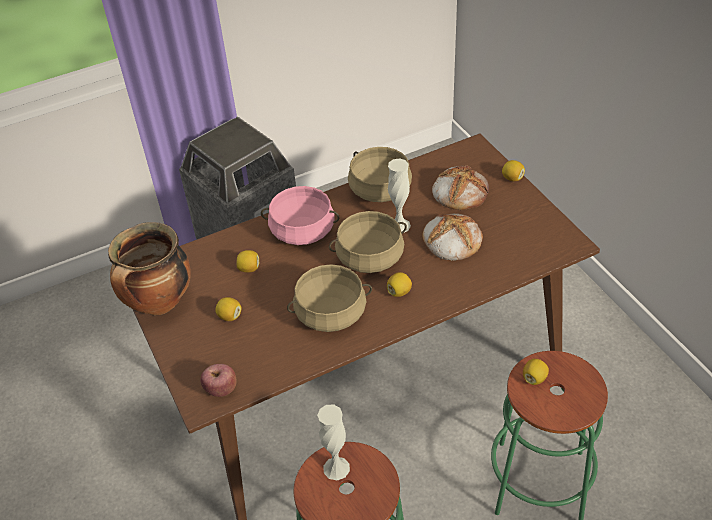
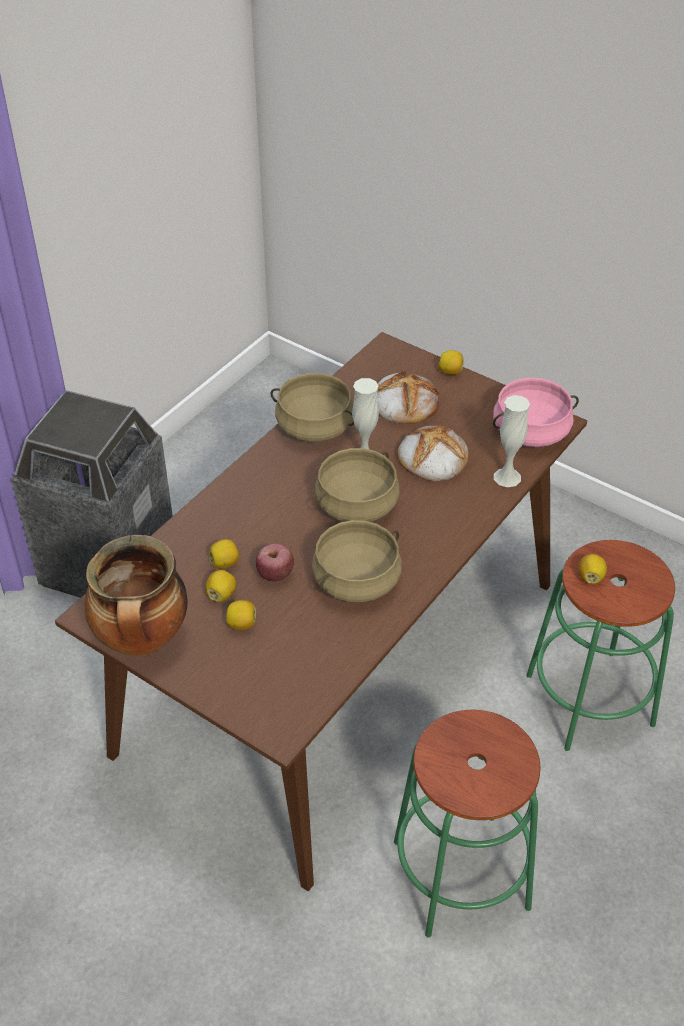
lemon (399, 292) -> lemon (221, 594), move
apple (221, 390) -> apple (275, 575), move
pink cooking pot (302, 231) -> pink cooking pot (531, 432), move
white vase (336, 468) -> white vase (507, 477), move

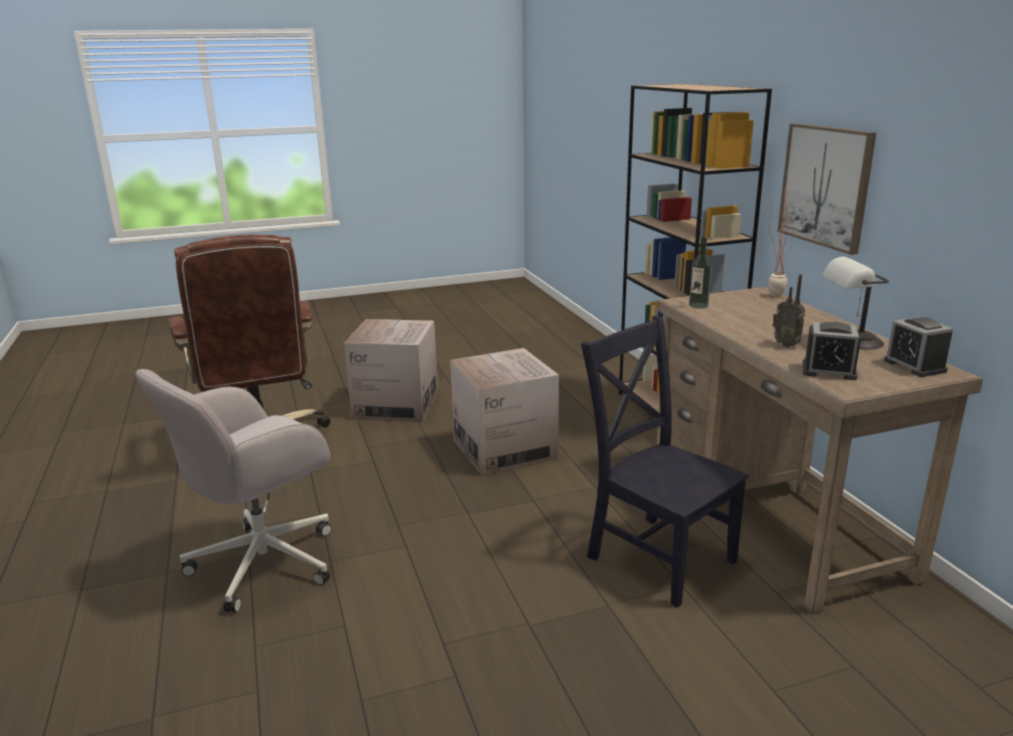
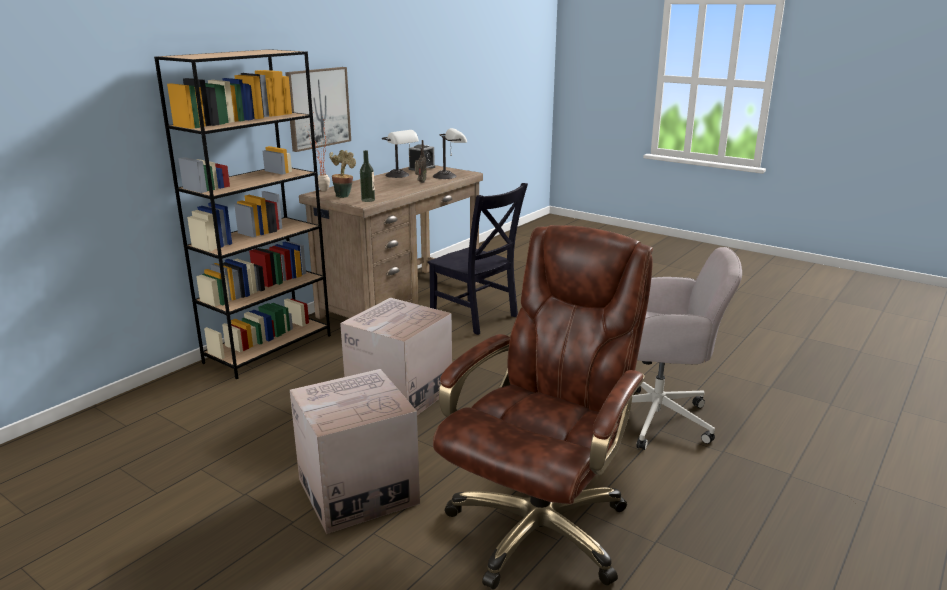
none -> potted plant (344, 195)
black chair (656, 556) -> black chair (476, 317), 60 degrees counterclockwise
alarm clock (829, 371) -> table lamp (449, 175)

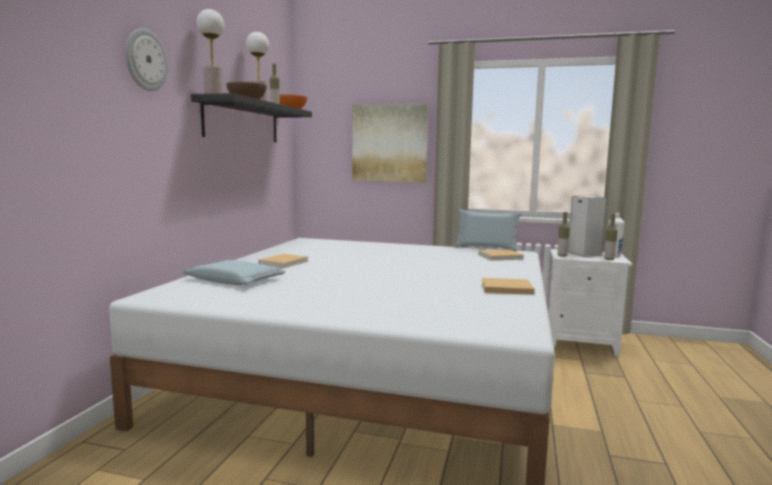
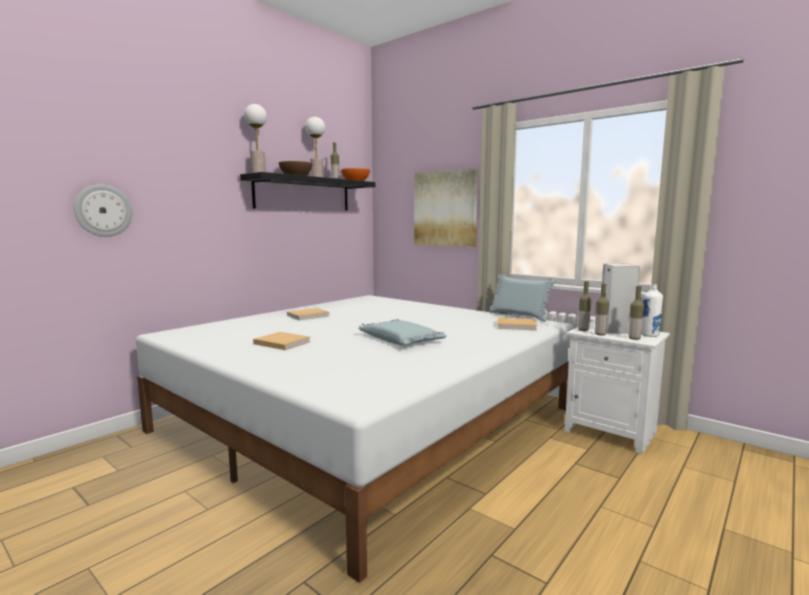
wall clock (145, 60) -> wall clock (103, 210), move
beige book (504, 288) -> beige book (281, 342), move
blue pillow (234, 279) -> blue pillow (401, 339), move
none -> bottle (600, 334)

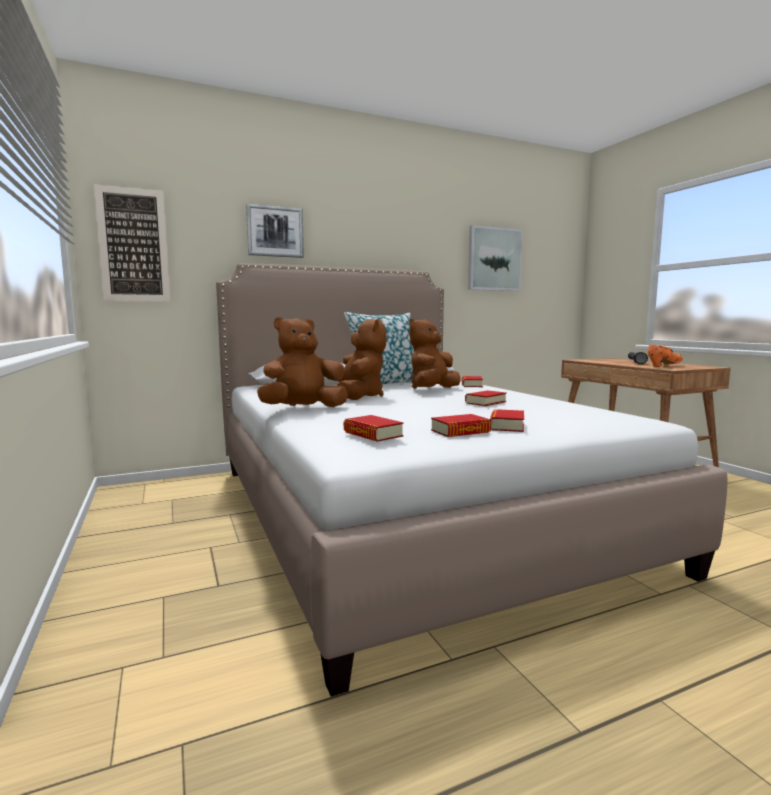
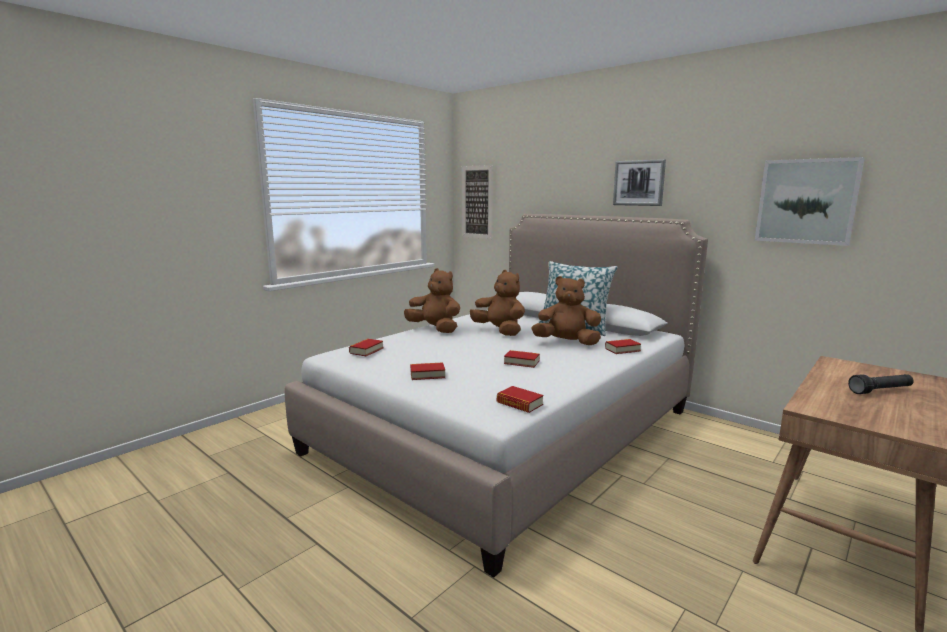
brown plush toy (359, 396) -> brown plush toy (500, 331), 105 degrees counterclockwise
book (460, 431) -> book (519, 403), move
picture (275, 232) -> picture (639, 183), move
orange shoe (664, 366) -> none

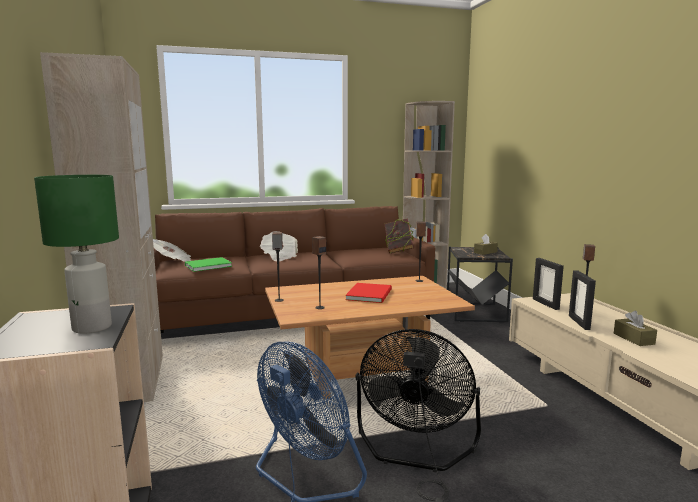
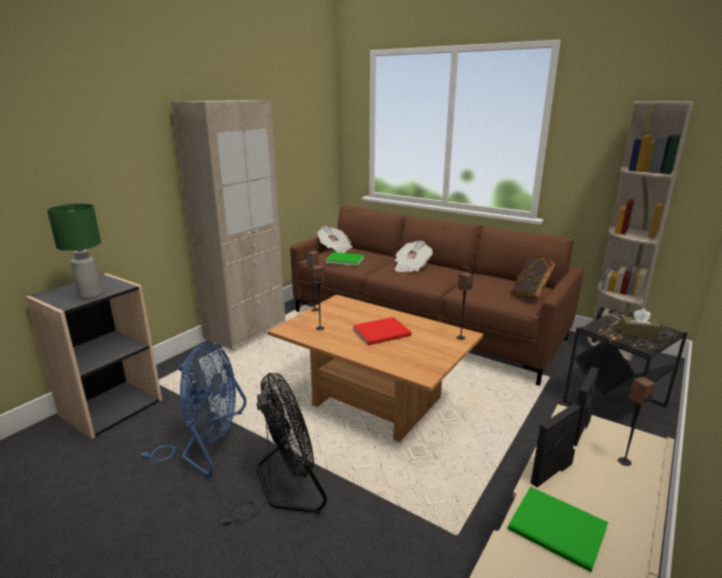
brown tissue box (633, 338) -> green book (559, 532)

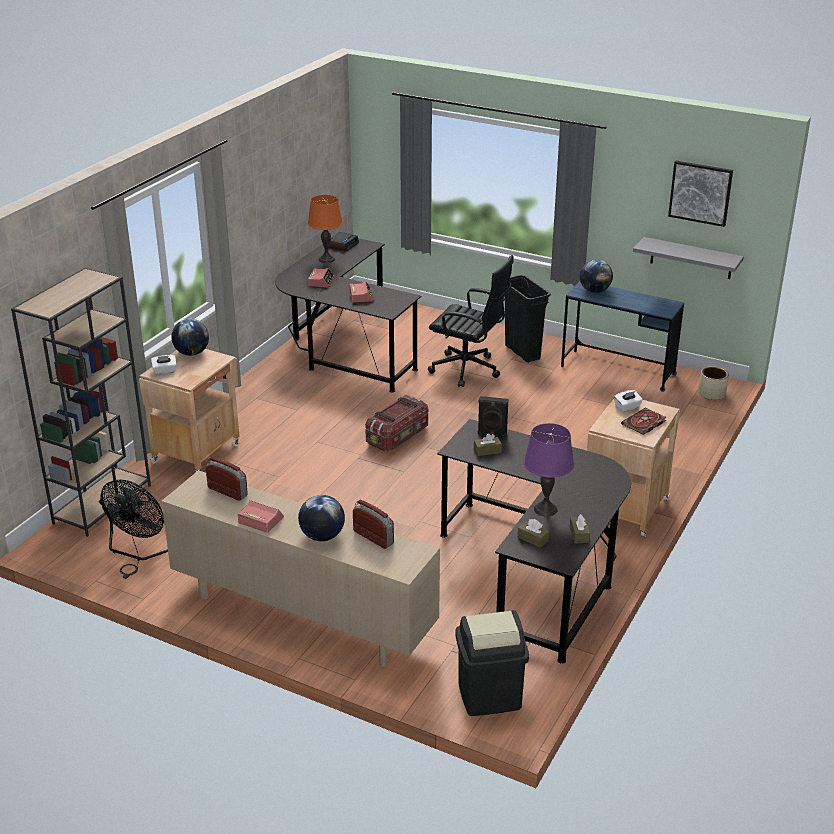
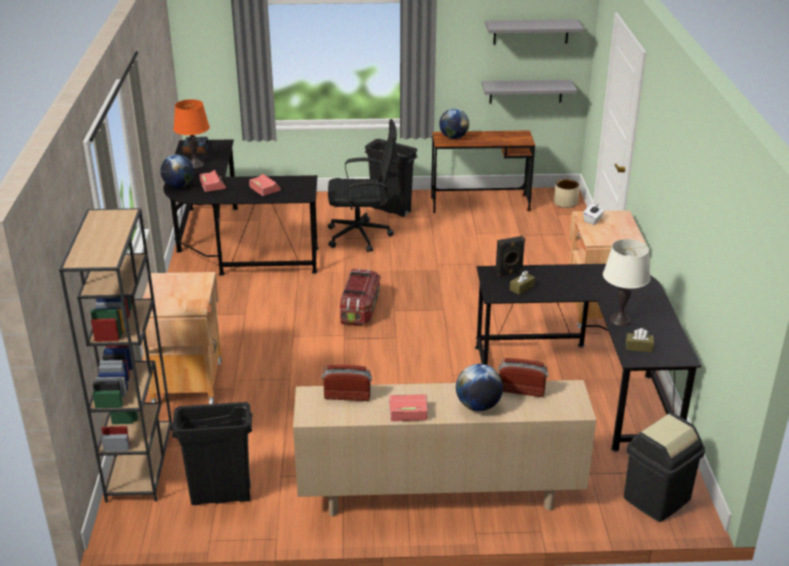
globe (191, 353) -> globe (178, 186), move
black fan (135, 550) -> black trash can (220, 496)
blue desk (618, 370) -> brown desk (480, 204)
picture (700, 193) -> grey shelf (531, 31)
purple table lamp (545, 509) -> white table lamp (620, 320)
white tissue box (164, 371) -> none
brown tissue box (579, 534) -> none
book (643, 423) -> none

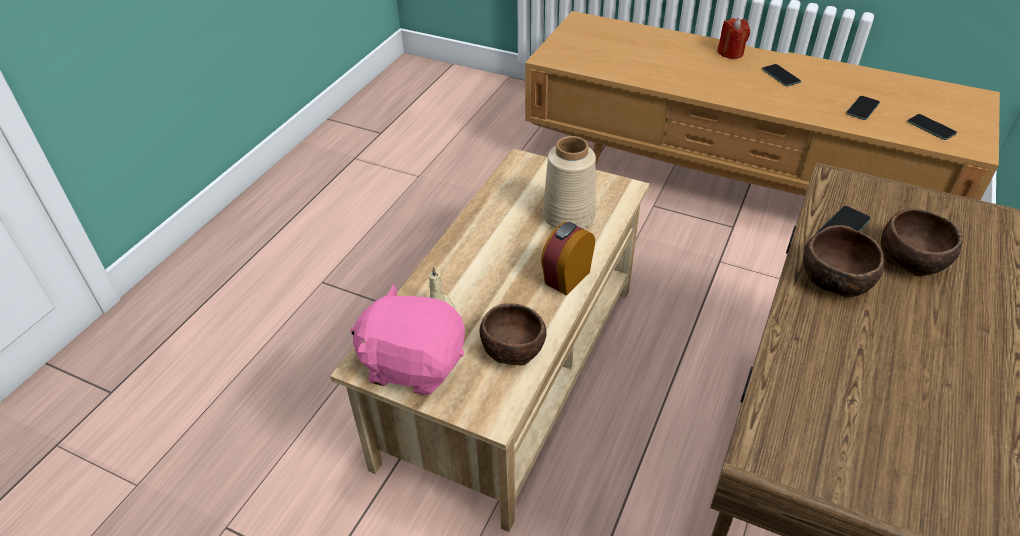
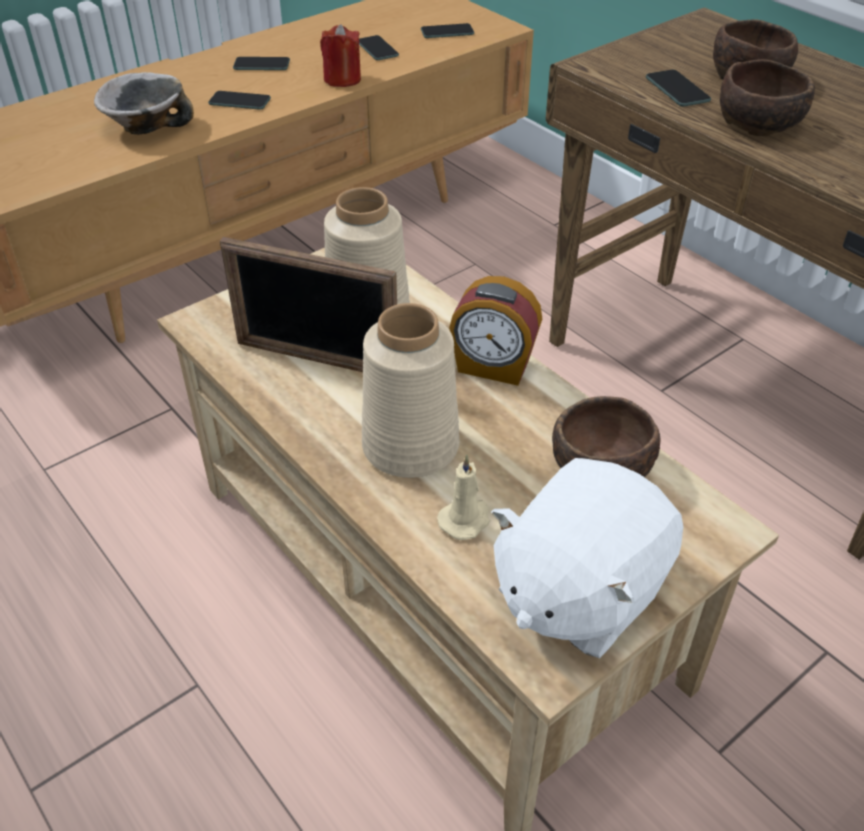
none -> bowl (145, 127)
none -> phone (239, 101)
none -> picture frame (316, 360)
red candle (730, 52) -> red candle (342, 79), move
none -> beige vase (412, 445)
alarm clock (566, 277) -> alarm clock (493, 367), 45 degrees counterclockwise
pink plush toy (413, 364) -> white plush toy (578, 591)

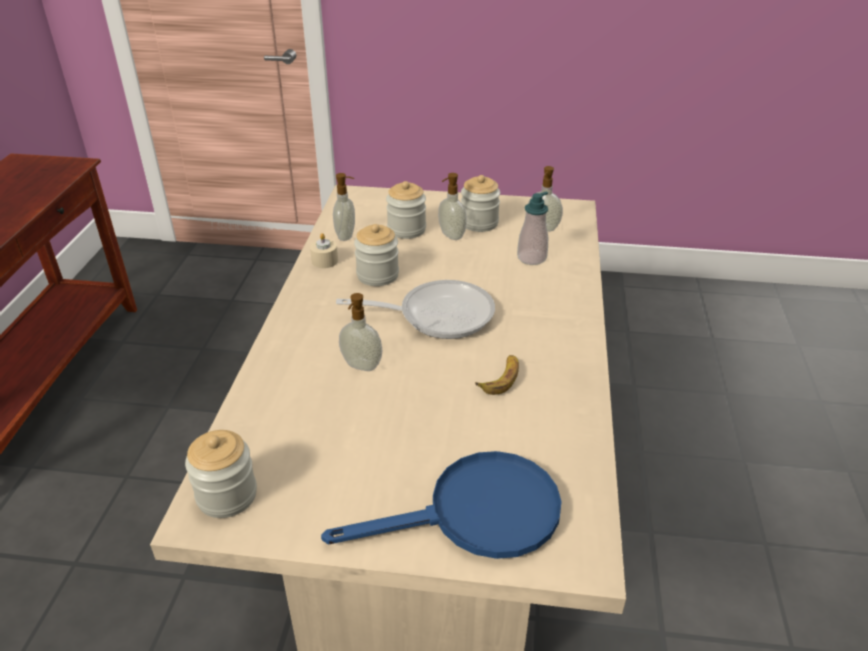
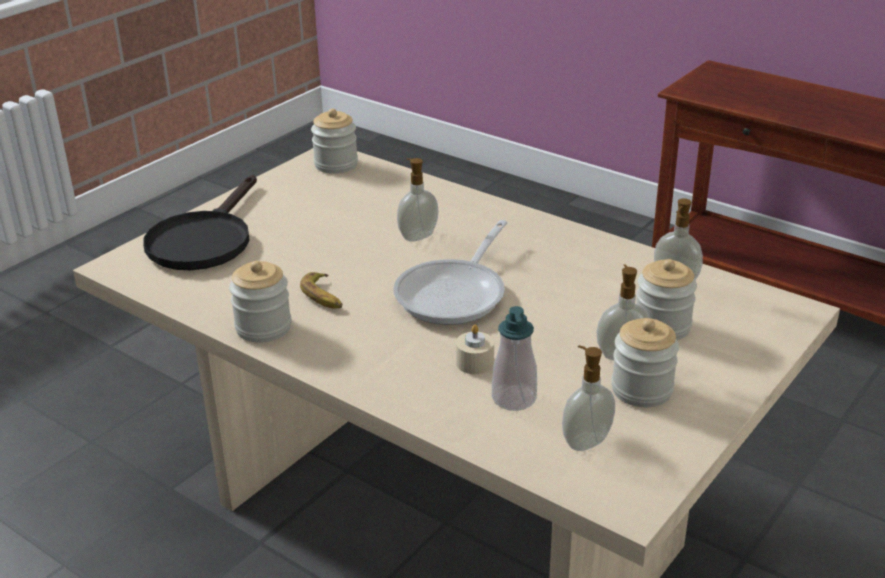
blue frying pan (476, 515) -> black frying pan (204, 239)
jar (377, 275) -> jar (263, 327), move
beige candle (324, 261) -> beige candle (474, 362), move

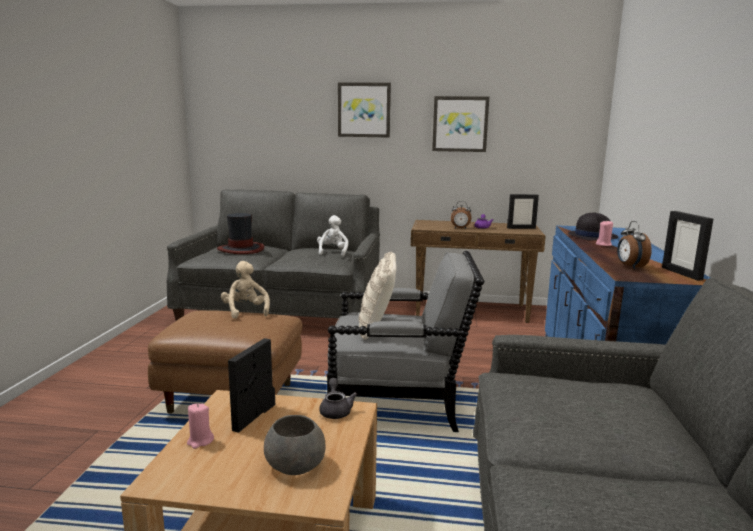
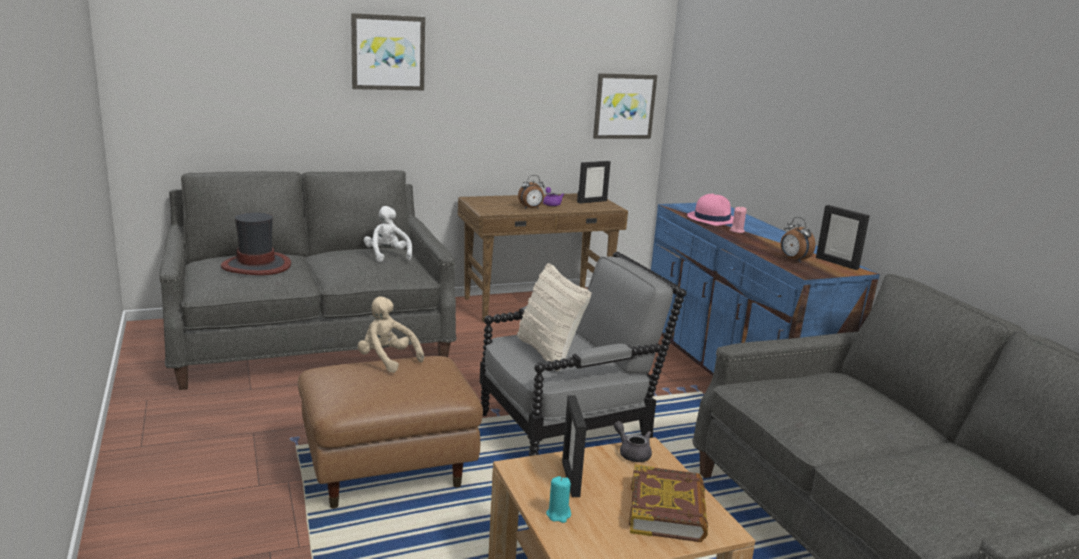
pink candle (200, 441) -> turquoise candle (558, 515)
picture (460, 124) -> picture (624, 106), move
grey bowl (296, 465) -> book (667, 510)
black hat (592, 236) -> pink hat (711, 219)

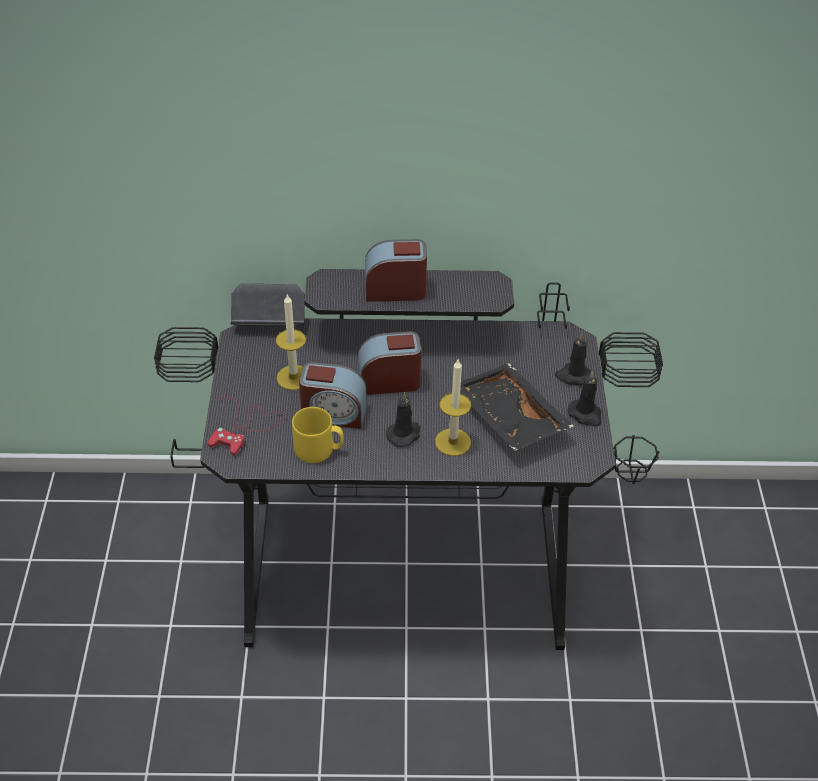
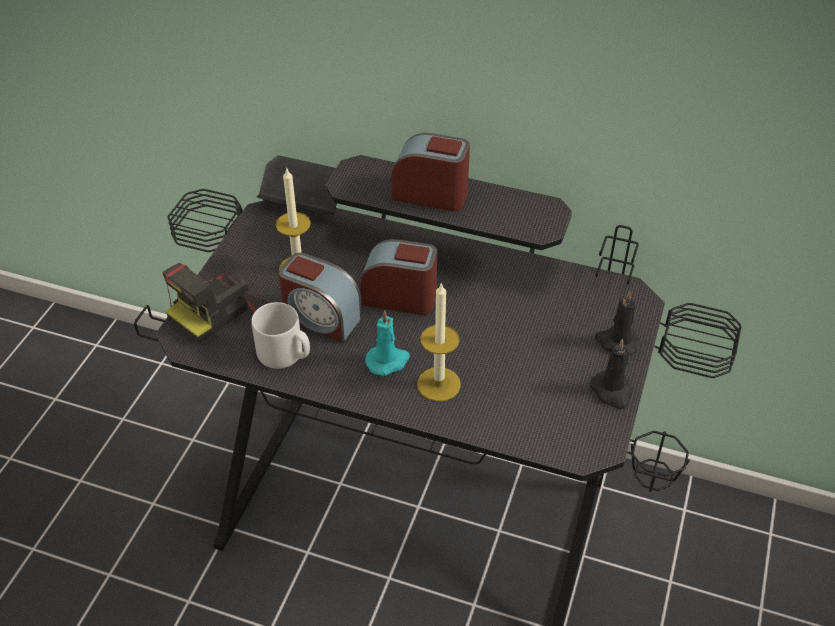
red game controller (245, 427) -> photo camera (220, 310)
yellow mug (319, 450) -> grey mug (285, 355)
black candle (404, 434) -> turquoise candle (388, 361)
black tray (507, 418) -> none

